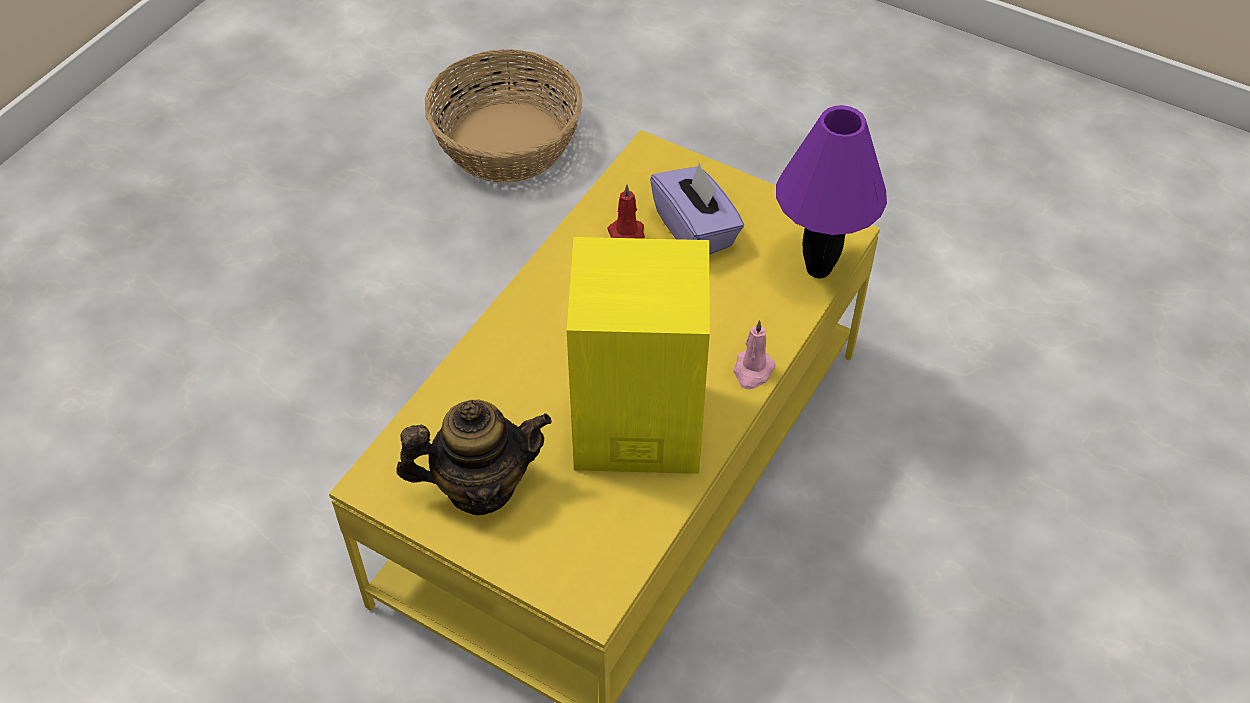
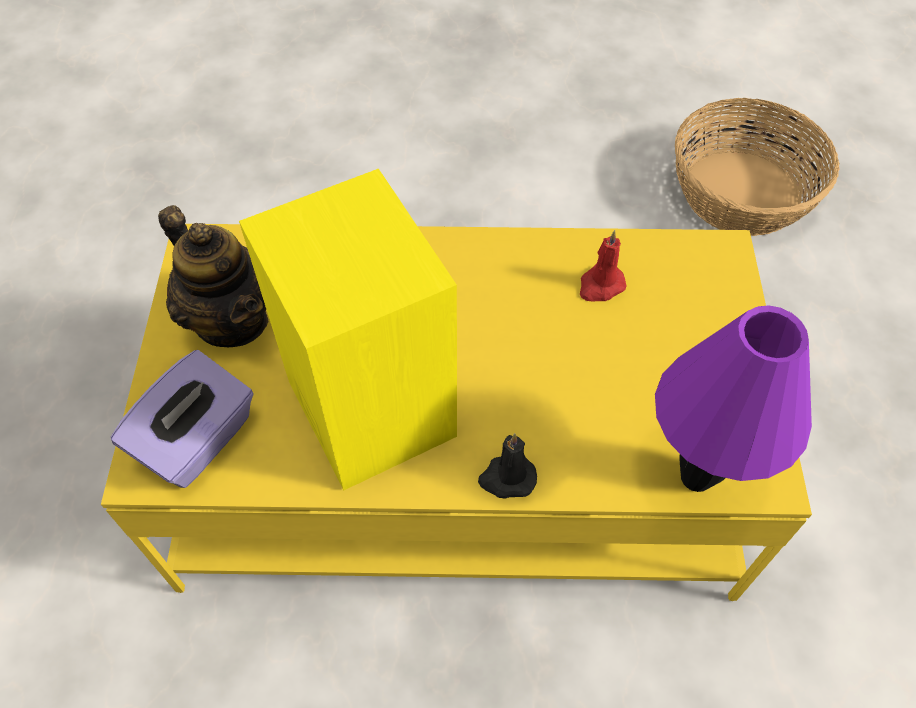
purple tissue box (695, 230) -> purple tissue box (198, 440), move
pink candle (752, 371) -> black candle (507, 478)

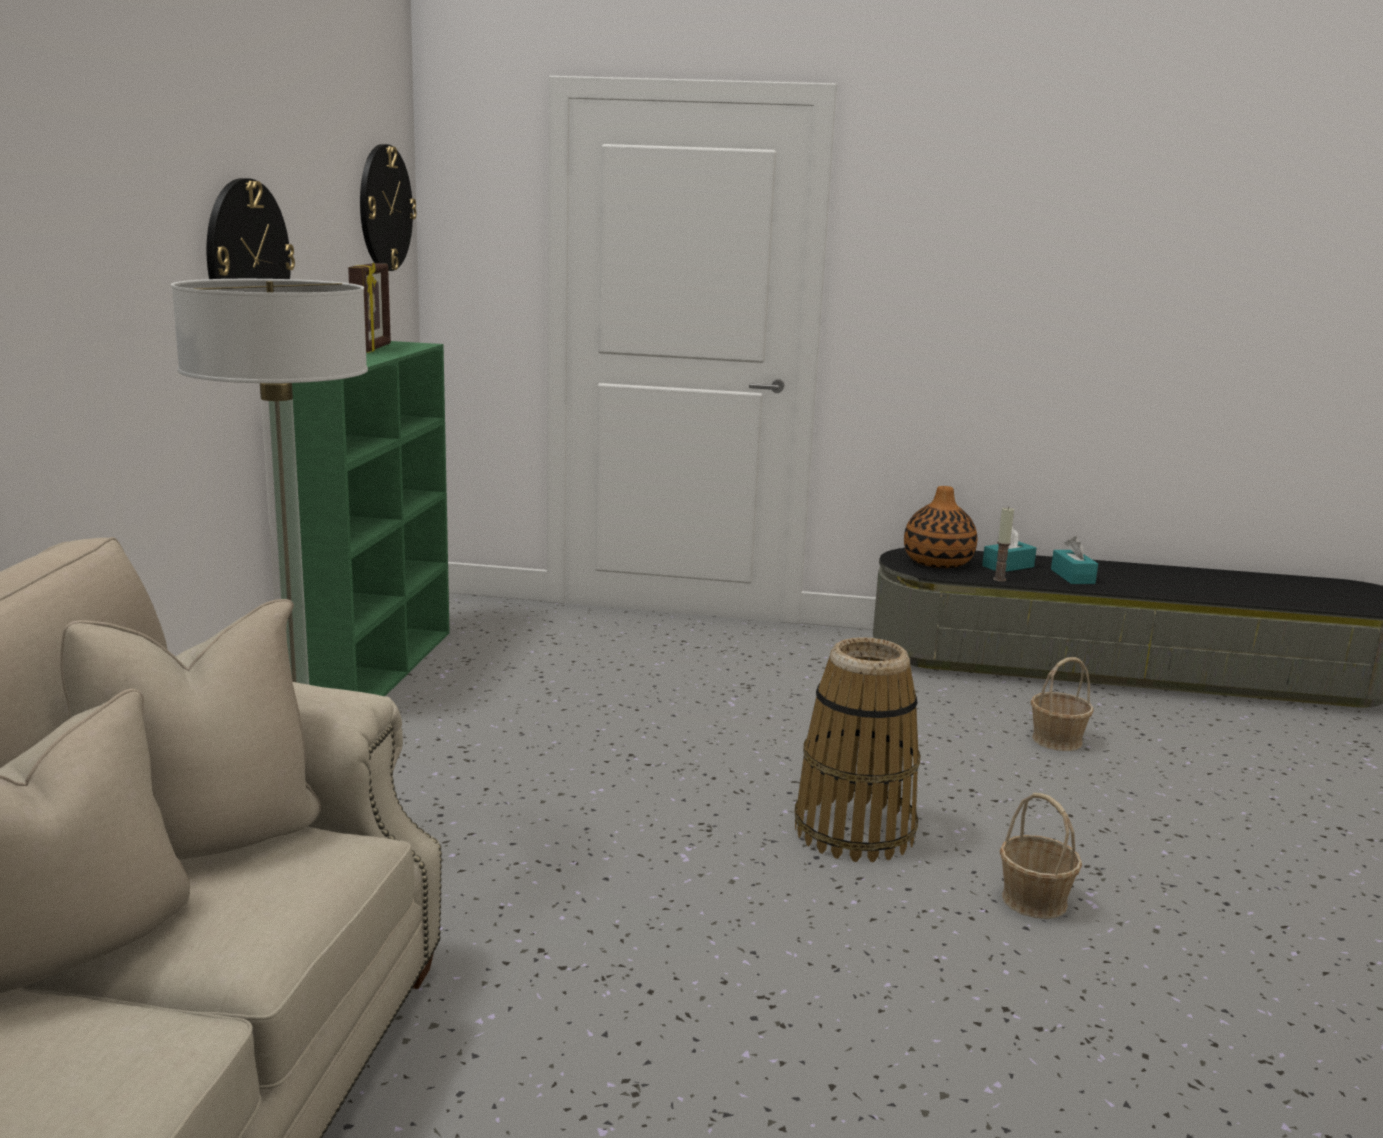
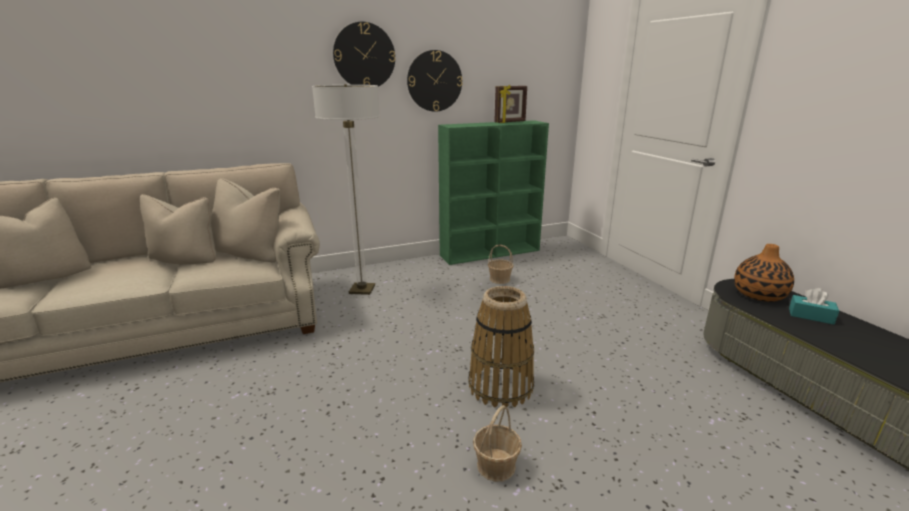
wall clock (384, 208) -> wall clock (364, 56), move
basket (1056, 740) -> basket (499, 279), move
candle (999, 579) -> none
turquoise tissue box (1072, 576) -> none

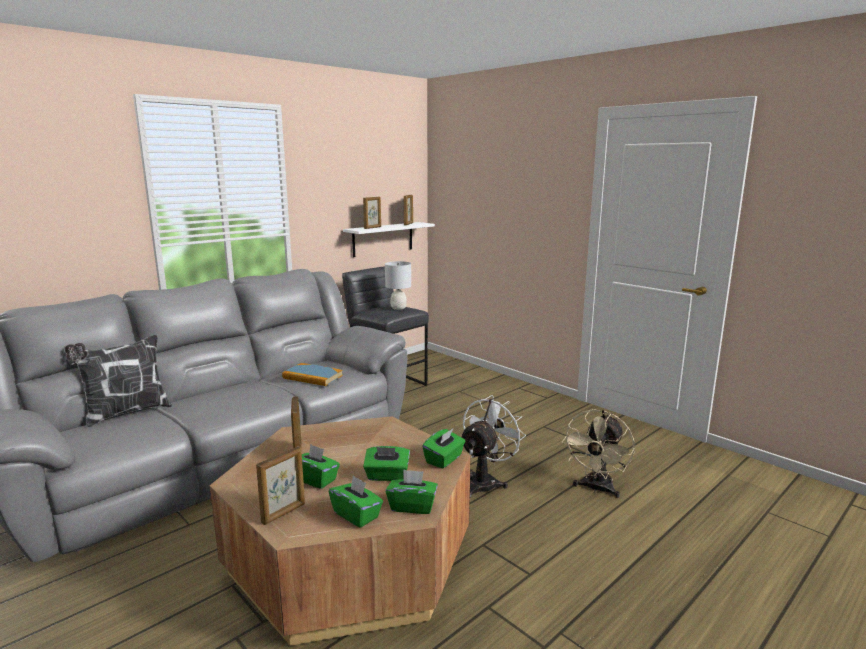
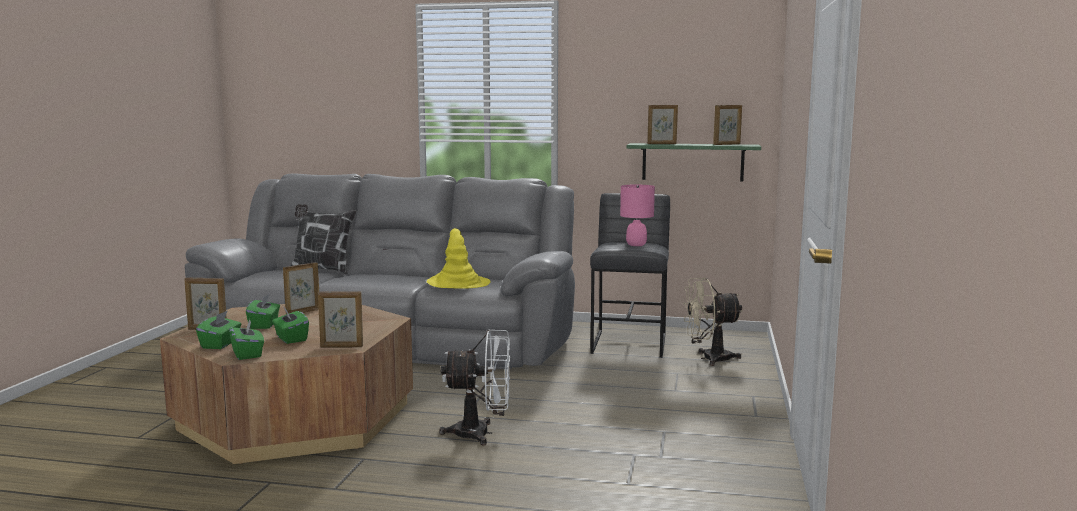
green tissue box (444, 459) -> picture frame (341, 347)
book (312, 377) -> yellow hat (458, 283)
grey table lamp (398, 308) -> pink table lamp (636, 245)
white shelf (383, 239) -> green shelf (692, 162)
beige fan (596, 489) -> beige fan (709, 358), move

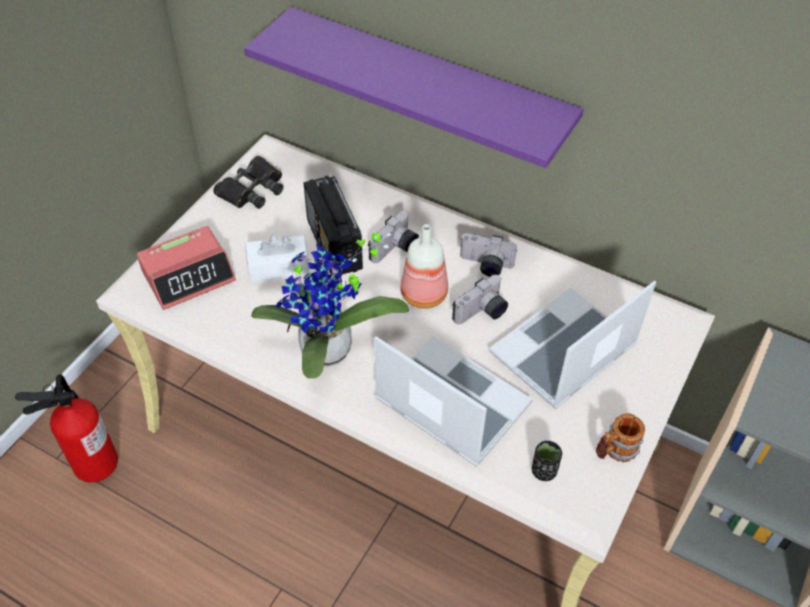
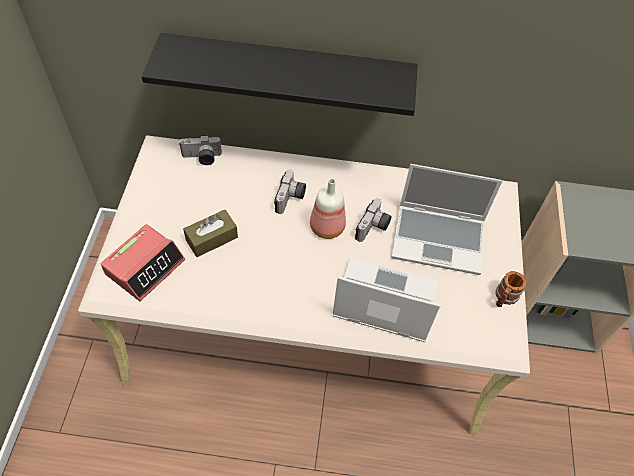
purple shelf (428, 87) -> black shelf (287, 72)
photo camera (485, 266) -> photo camera (202, 158), move
white tissue box (278, 267) -> brown tissue box (212, 238)
laptop (563, 352) -> laptop (439, 239), 105 degrees counterclockwise
fire extinguisher (94, 461) -> none
black binoculars (252, 189) -> none
potted plant (328, 355) -> none
radio (334, 246) -> none
black cup (544, 471) -> none

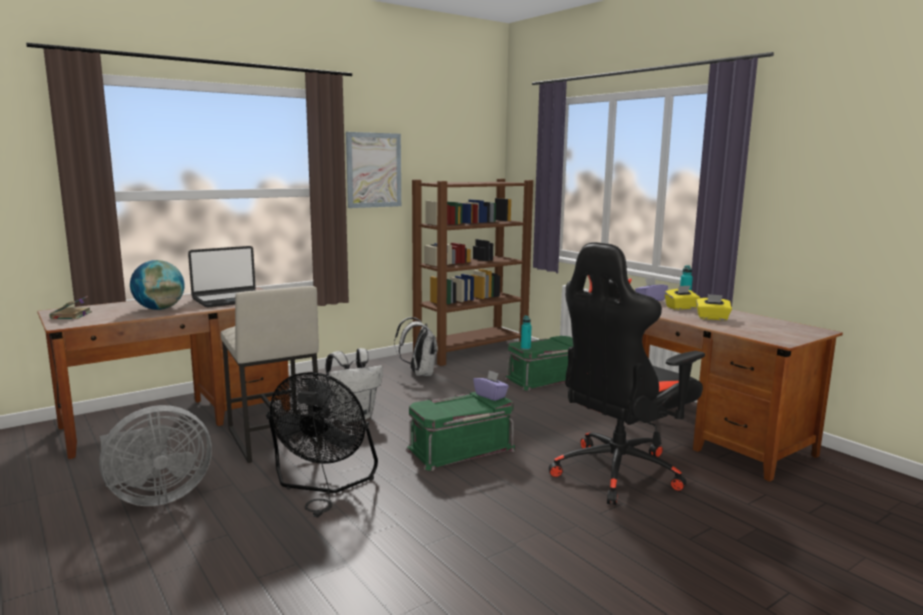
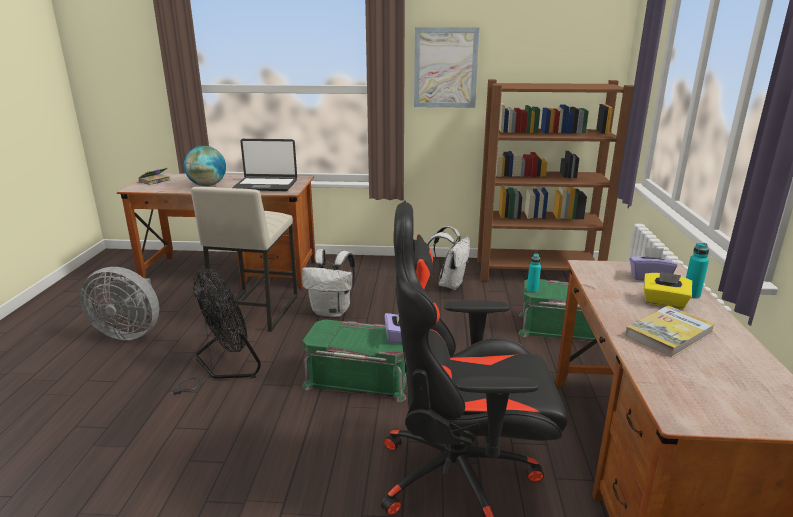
yellow tissue box (712, 318) -> book (669, 334)

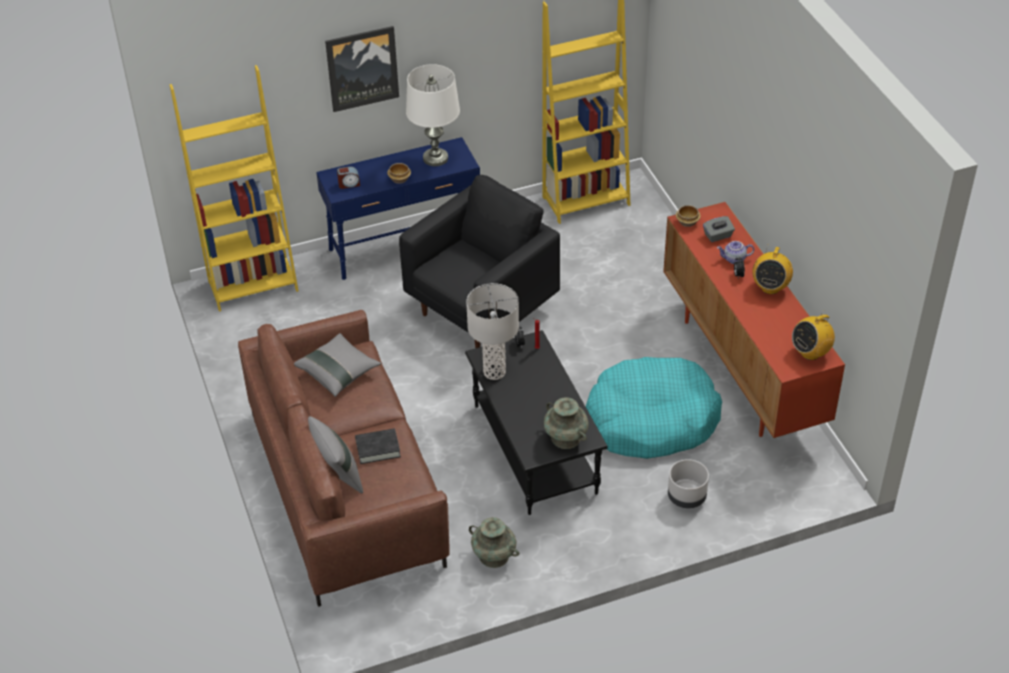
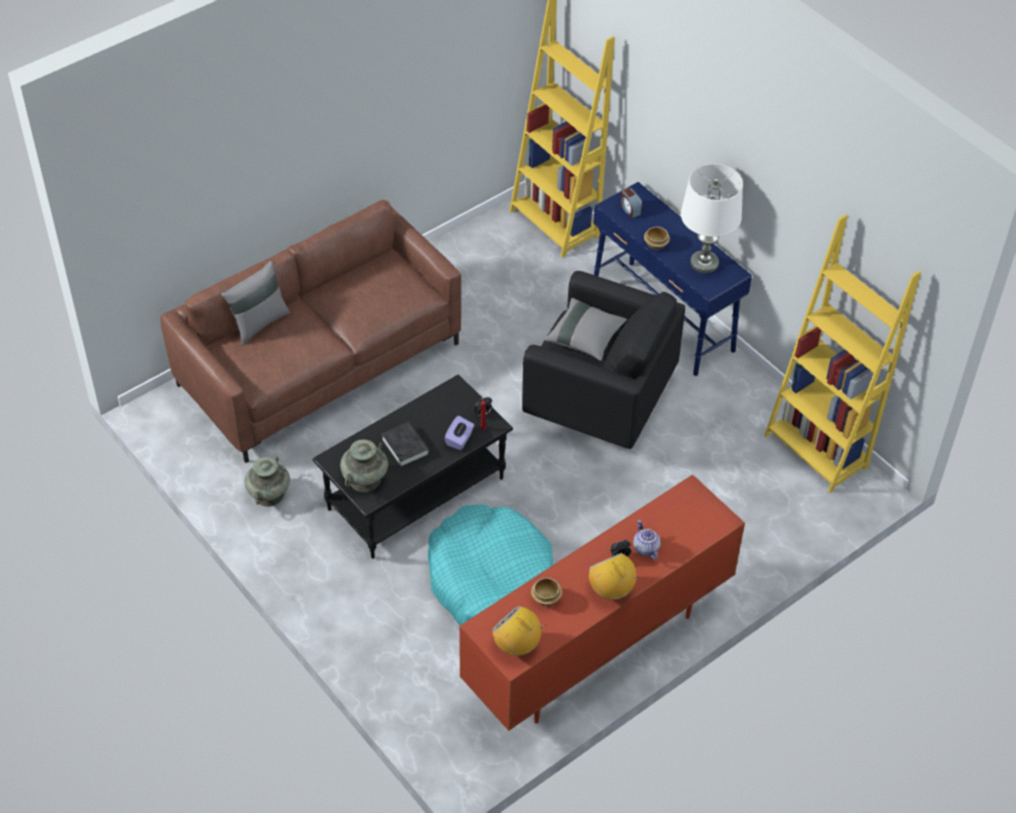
black book (378, 448) -> black book (405, 447), move
none -> purple tissue box (459, 440)
bowl (688, 222) -> bowl (546, 599), move
grey pillow (338, 373) -> grey pillow (585, 338), move
radio (770, 287) -> radio (611, 590), 60 degrees clockwise
picture (362, 68) -> none
white table lamp (494, 372) -> none
grey planter (687, 497) -> none
grey tissue box (718, 236) -> none

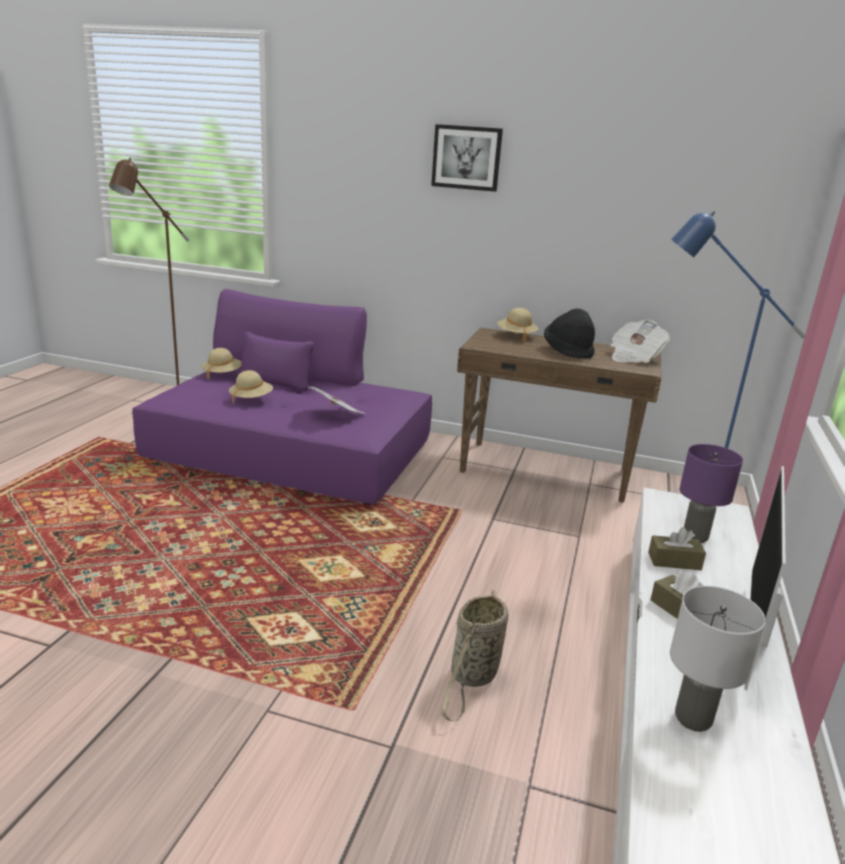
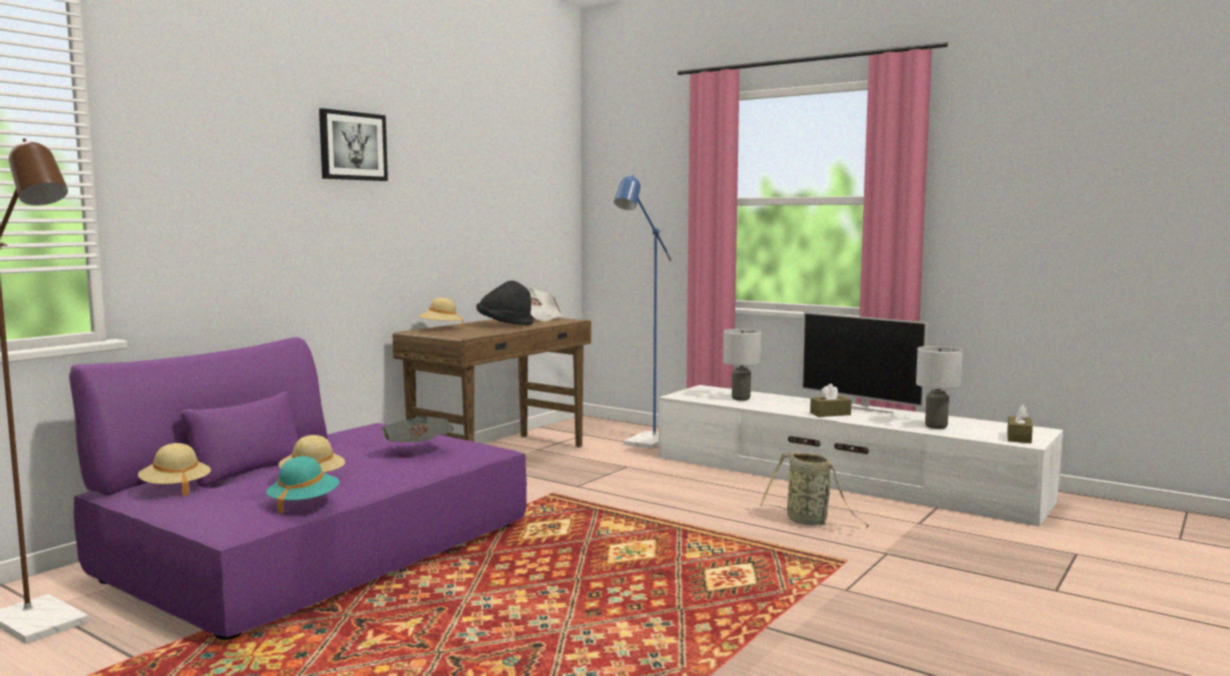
none -> turquoise hat (303, 503)
purple table lamp (693, 537) -> white table lamp (740, 399)
brown tissue box (674, 561) -> brown tissue box (1019, 438), move

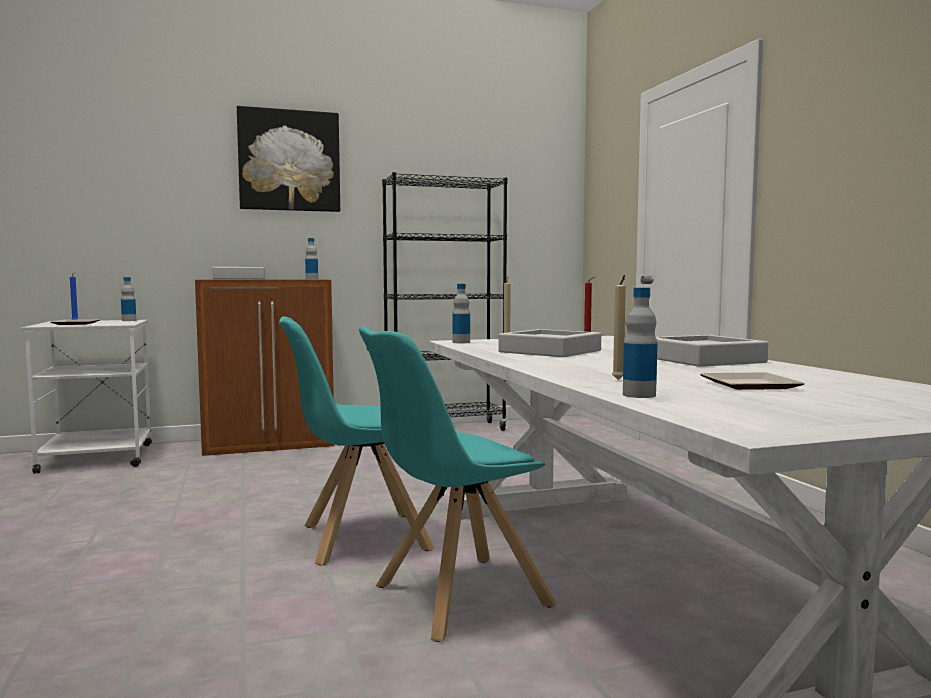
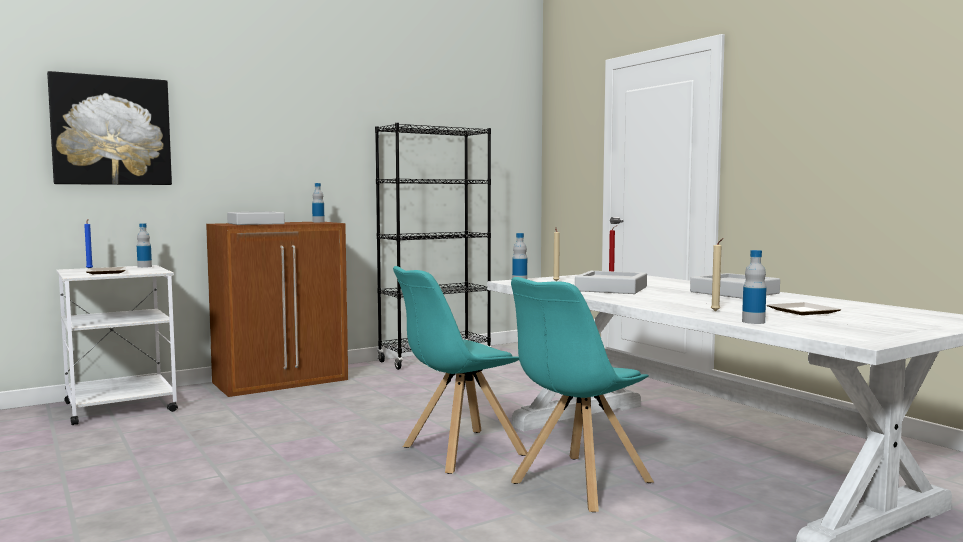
picture (289, 161) -> picture (111, 131), move

